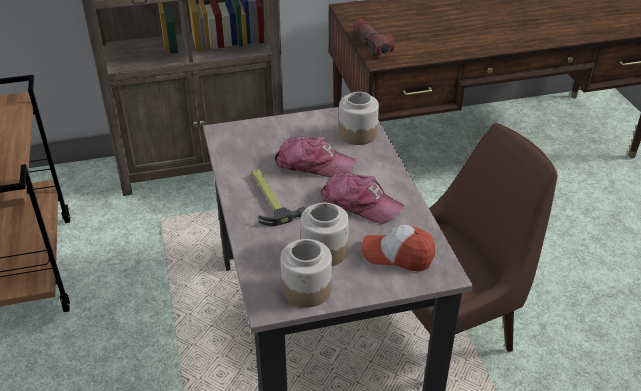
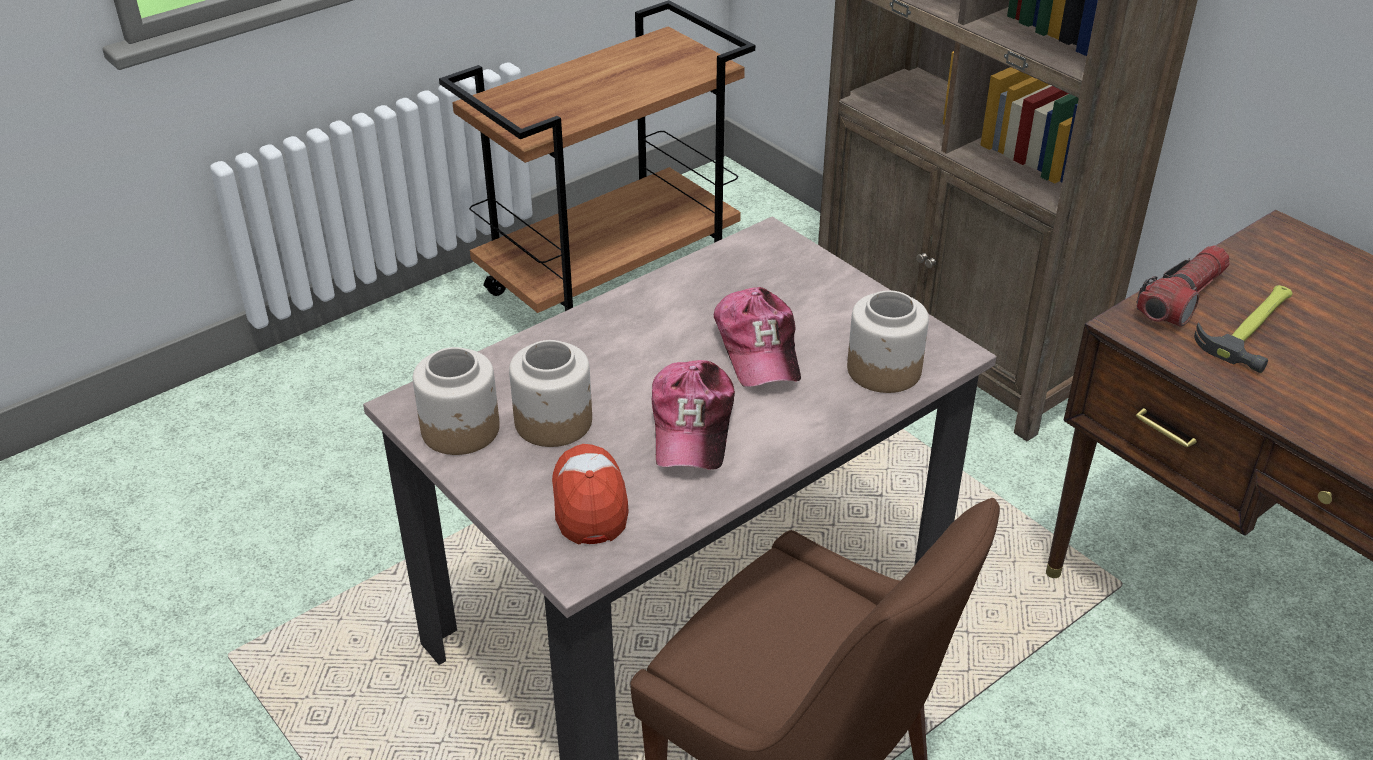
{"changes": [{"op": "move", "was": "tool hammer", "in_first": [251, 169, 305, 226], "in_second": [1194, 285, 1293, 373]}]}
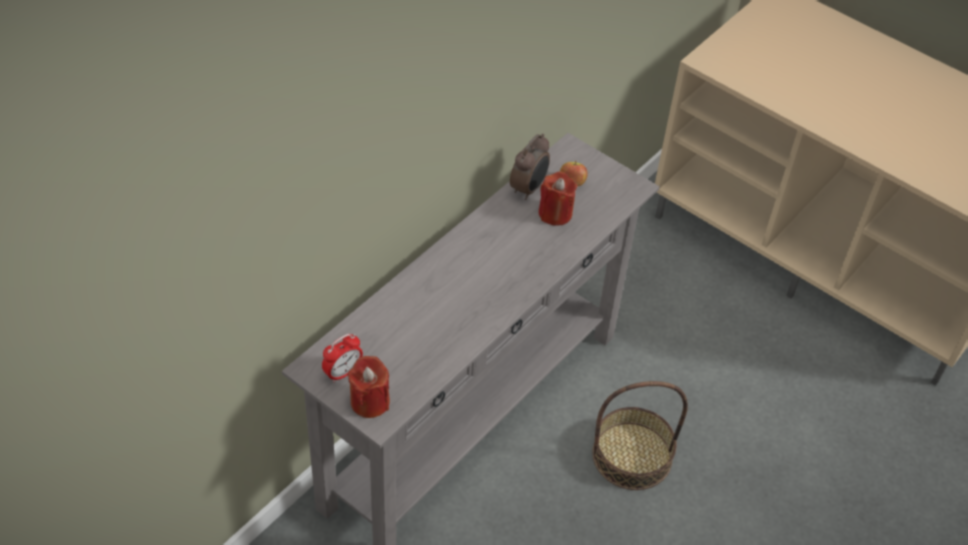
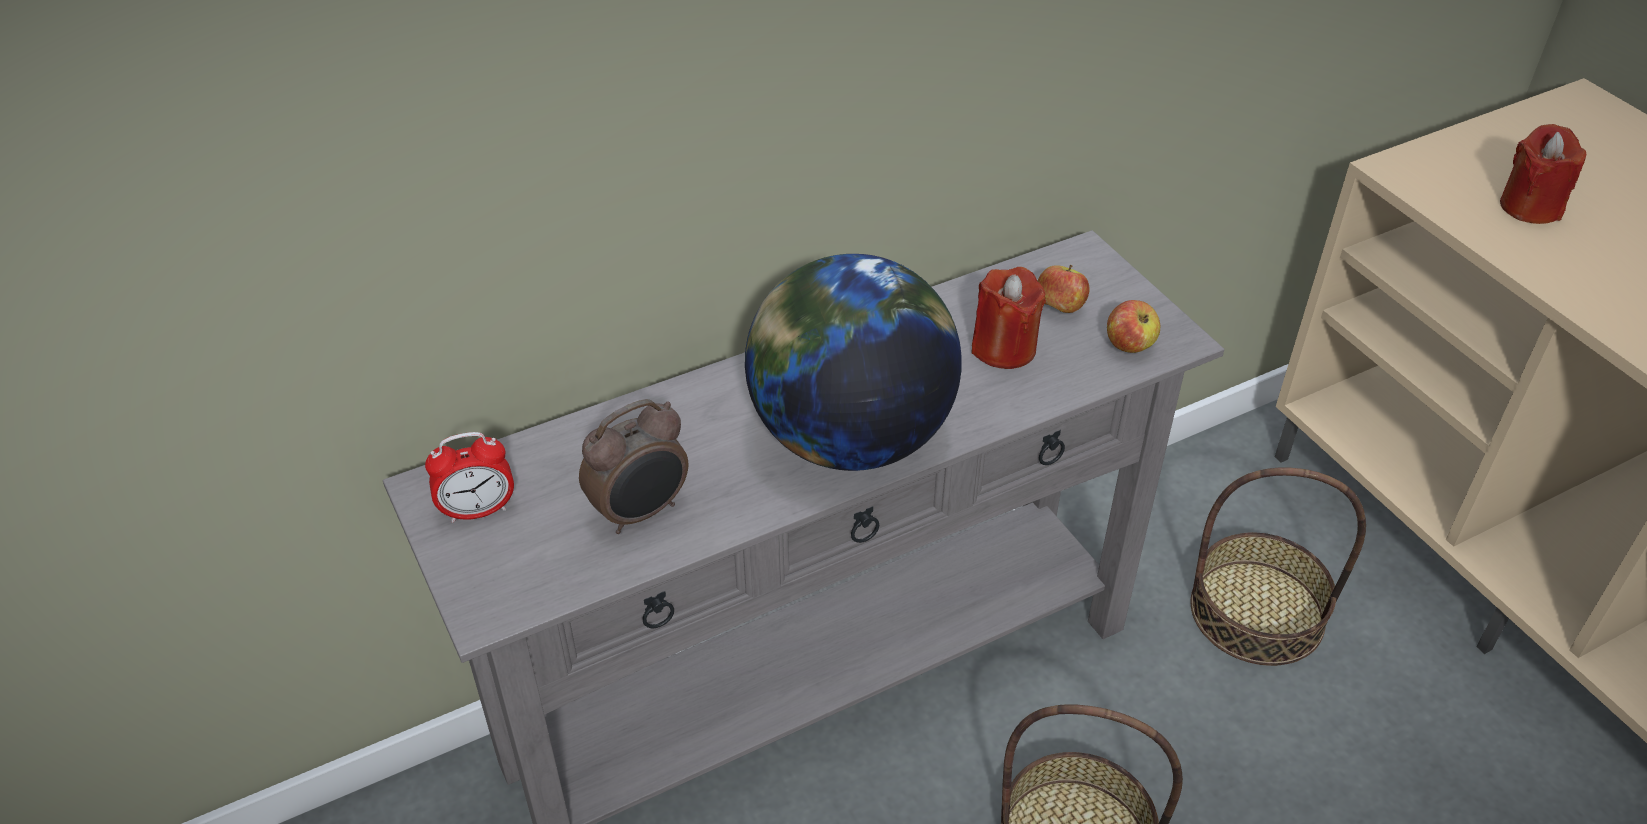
{"changes": [{"op": "move", "was": "red candle", "in_first": [348, 356, 390, 418], "in_second": [1500, 124, 1586, 224]}, {"op": "move", "was": "alarm clock", "in_first": [510, 134, 550, 200], "in_second": [579, 399, 688, 534]}, {"op": "insert", "now": "globe", "in_second": [745, 254, 962, 471]}, {"op": "insert", "now": "whole apple", "in_second": [1107, 300, 1160, 353]}, {"op": "insert", "now": "basket", "in_second": [1191, 468, 1366, 666]}]}
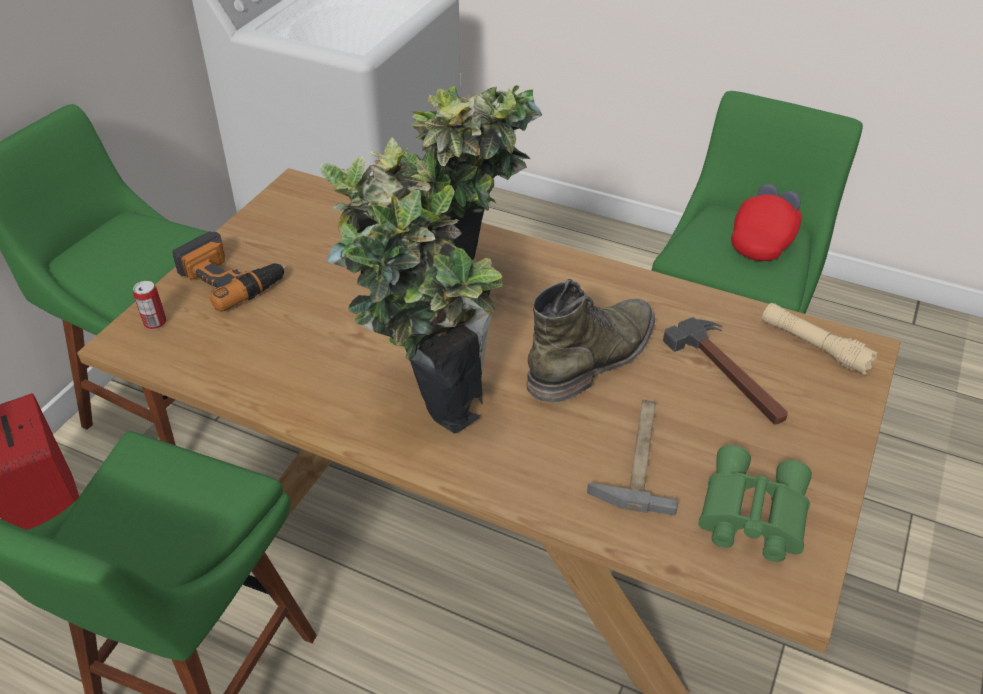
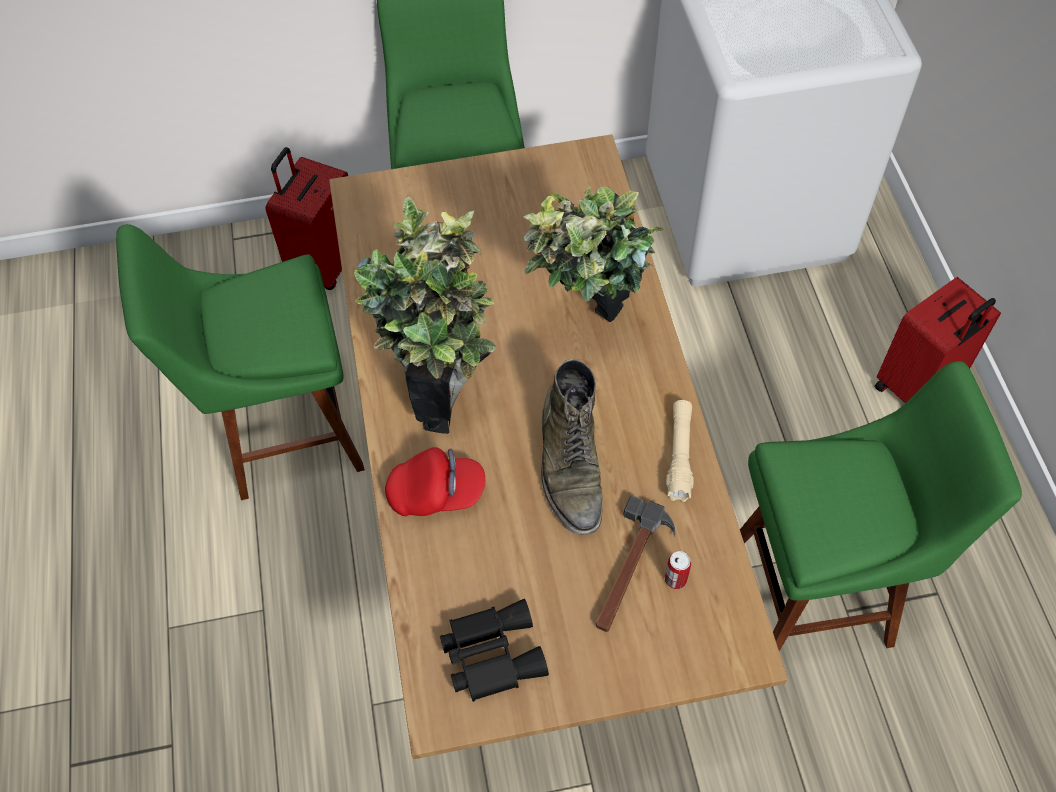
{"changes": [{"op": "move", "was": "metal can", "in_first": [133, 281, 166, 329], "in_second": [665, 551, 691, 589]}, {"op": "delete", "was": "drill", "in_first": [172, 231, 286, 312]}, {"op": "rotate", "was": "green boot", "in_first": [527, 279, 655, 402], "in_second": [541, 359, 603, 535], "clockwise": 75}, {"op": "delete", "was": "tool hammer", "in_first": [587, 400, 678, 515]}, {"op": "recolor", "was": "green field glasses", "now": "black field glasses", "in_first": [698, 445, 812, 562], "in_second": [440, 599, 549, 702]}, {"op": "move", "was": "red peaked cap", "in_first": [731, 184, 802, 261], "in_second": [385, 447, 485, 516]}, {"op": "move", "was": "sand-coloured flashlight", "in_first": [762, 303, 877, 375], "in_second": [666, 400, 694, 502]}, {"op": "insert", "now": "red suitcase", "in_second": [875, 277, 1001, 403]}]}
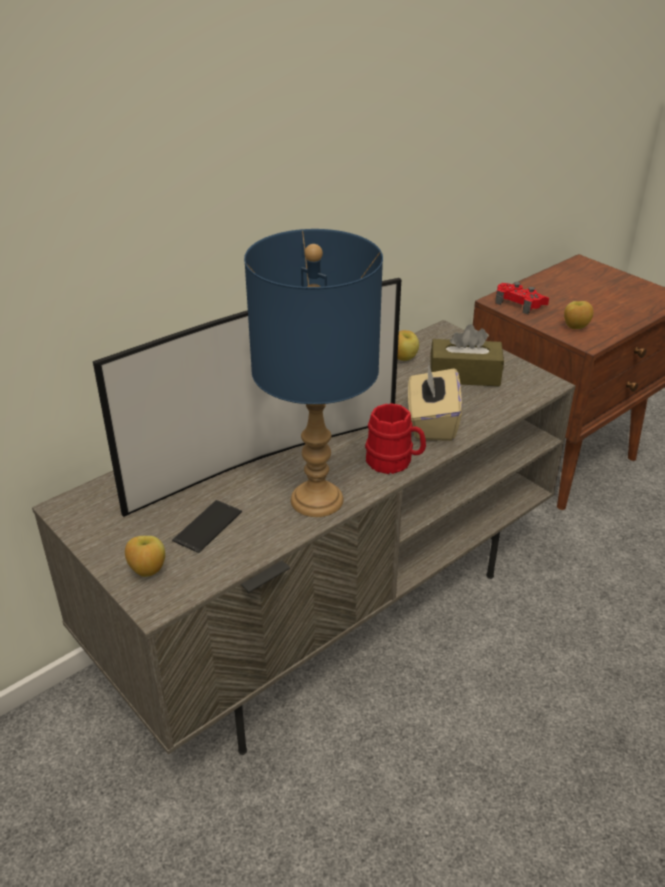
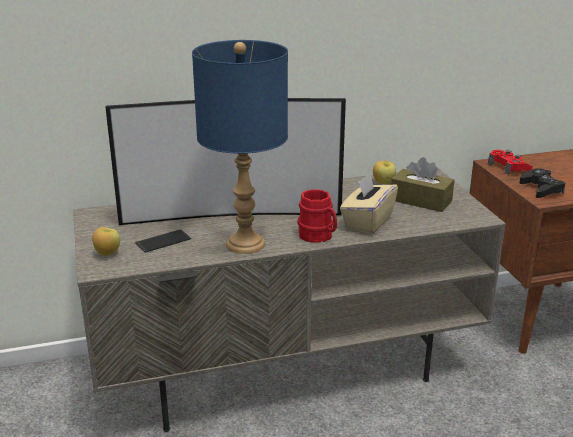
{"changes": [{"op": "replace", "was": "whole apple", "now": "black gamepad", "in_first": [564, 301, 593, 329], "in_second": [519, 168, 565, 198]}]}
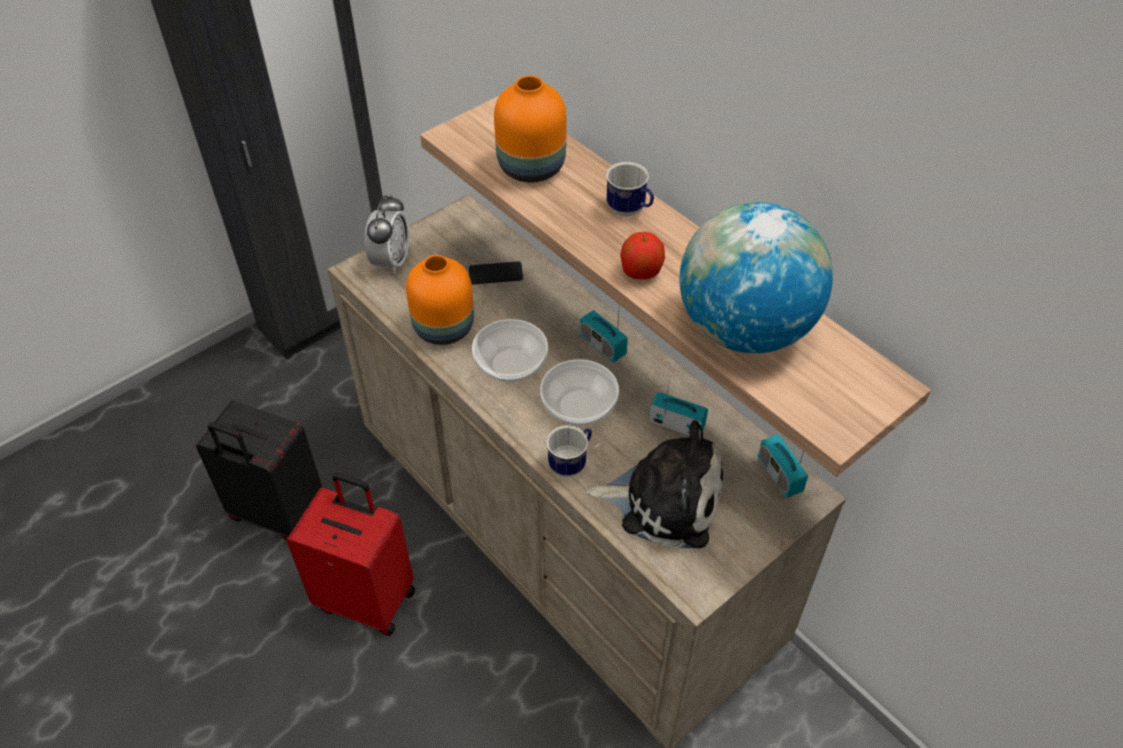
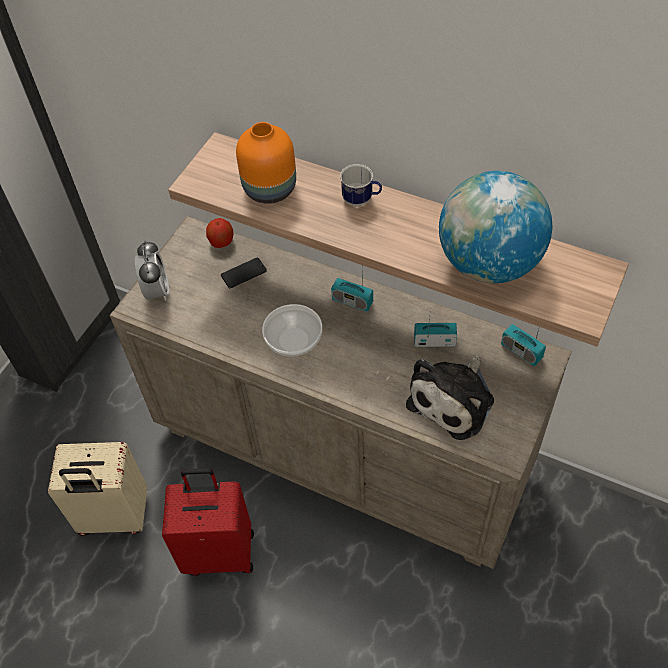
{"changes": [{"op": "recolor", "was": "black suitcase", "now": "sand-coloured suitcase", "in_first": [196, 401, 322, 540], "in_second": [48, 442, 148, 536]}, {"op": "delete", "was": "orangey decorative vase", "in_first": [406, 255, 474, 345]}, {"op": "delete", "was": "deep dish", "in_first": [540, 359, 619, 425]}, {"op": "delete", "was": "coffee mug", "in_first": [546, 425, 592, 477]}, {"op": "rotate", "was": "plush toy", "in_first": [586, 420, 723, 548], "in_second": [406, 355, 494, 440], "clockwise": 135}, {"op": "move", "was": "whole apple", "in_first": [620, 232, 665, 279], "in_second": [206, 218, 233, 248]}]}
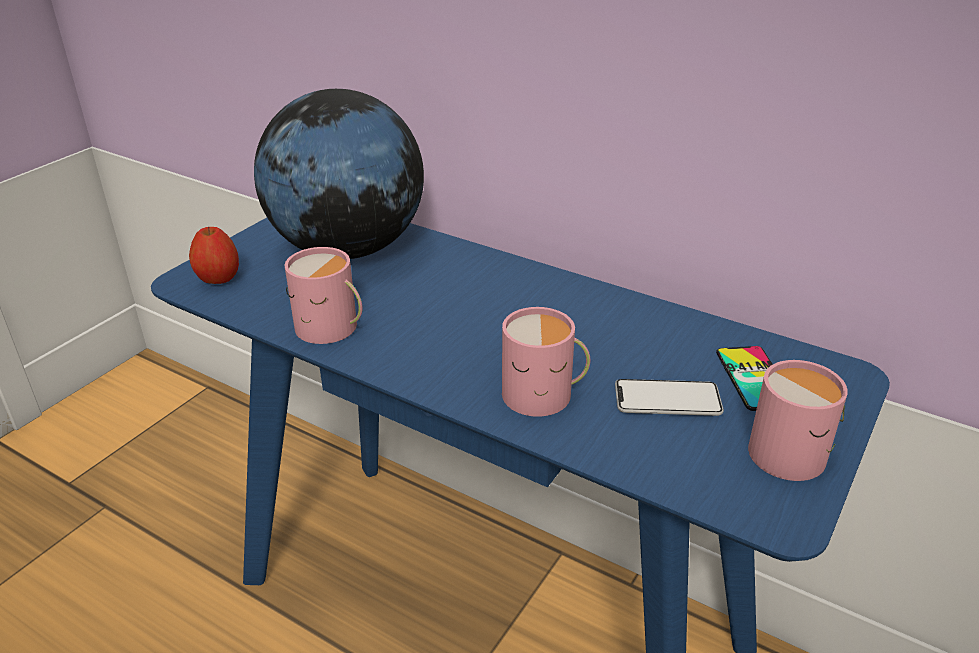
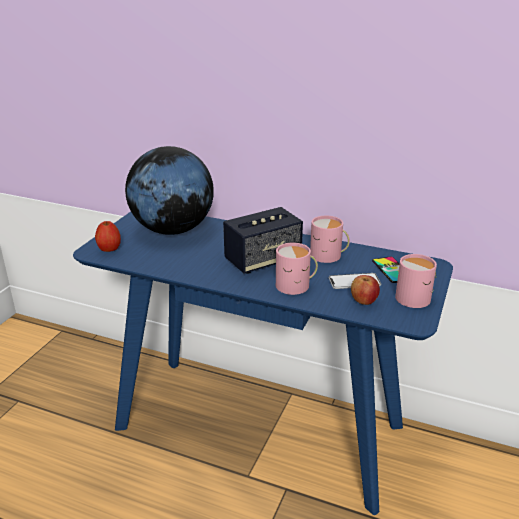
{"changes": [{"op": "move", "was": "pink coffee mug", "in_first": [285, 247, 363, 344], "in_second": [310, 216, 350, 263]}, {"op": "insert", "now": "audio speaker", "in_second": [223, 207, 303, 274]}, {"op": "insert", "now": "whole apple", "in_second": [351, 275, 380, 305]}]}
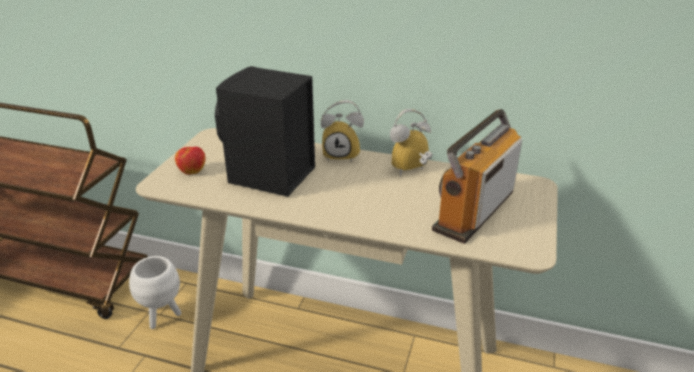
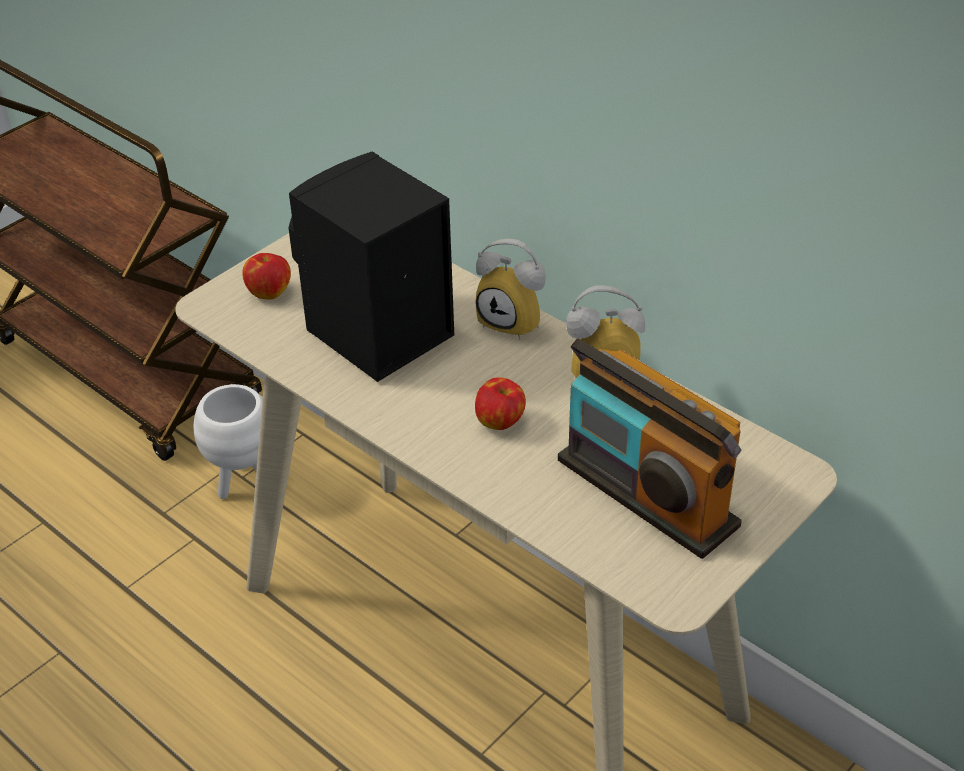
{"changes": [{"op": "rotate", "was": "radio receiver", "in_first": [432, 109, 522, 244], "in_second": [558, 338, 742, 559], "clockwise": -105}, {"op": "insert", "now": "whole apple", "in_second": [475, 377, 526, 430]}]}
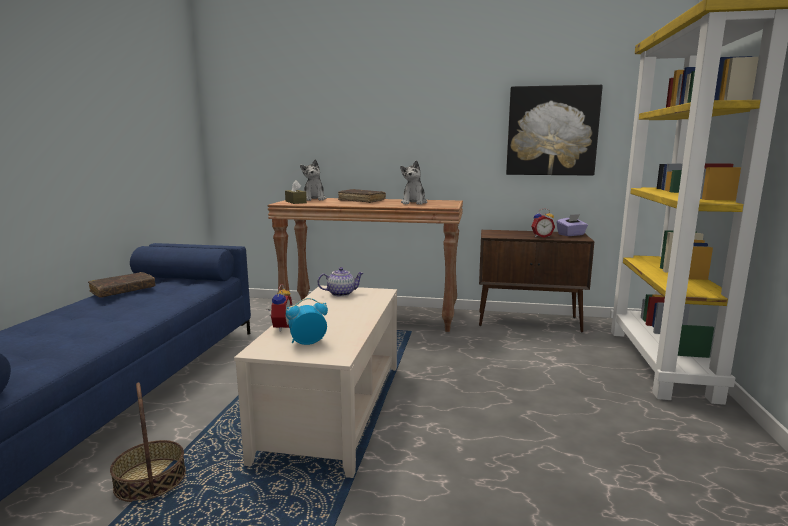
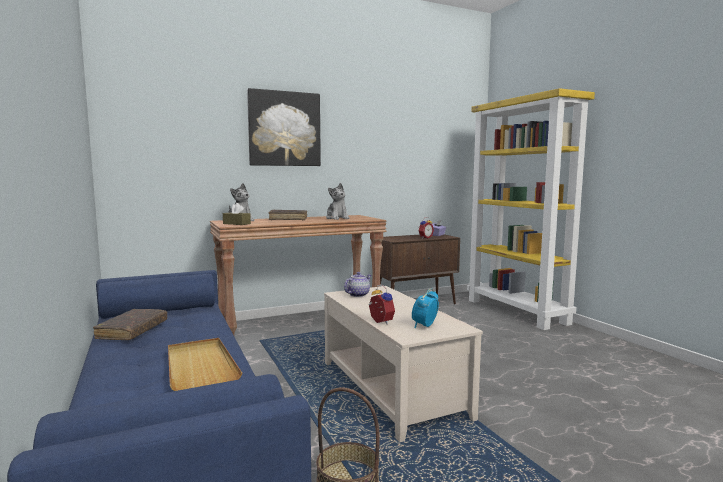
{"changes": [{"op": "move", "was": "picture", "in_first": [506, 85, 603, 176], "in_second": [247, 88, 321, 166]}, {"op": "insert", "now": "sand-coloured tray", "in_second": [168, 338, 242, 391]}]}
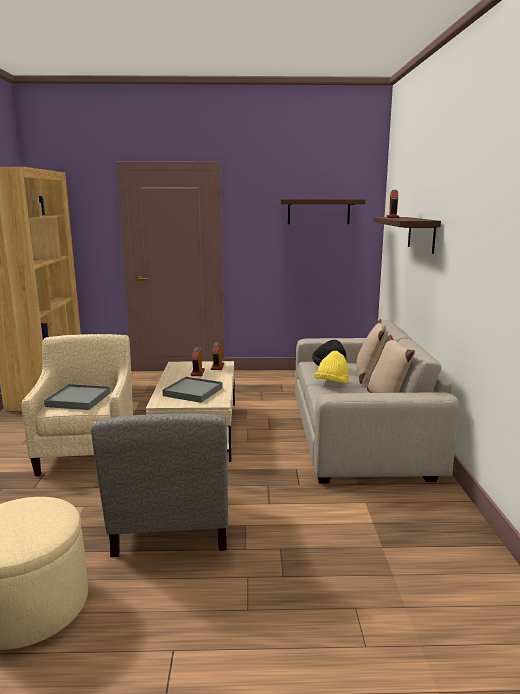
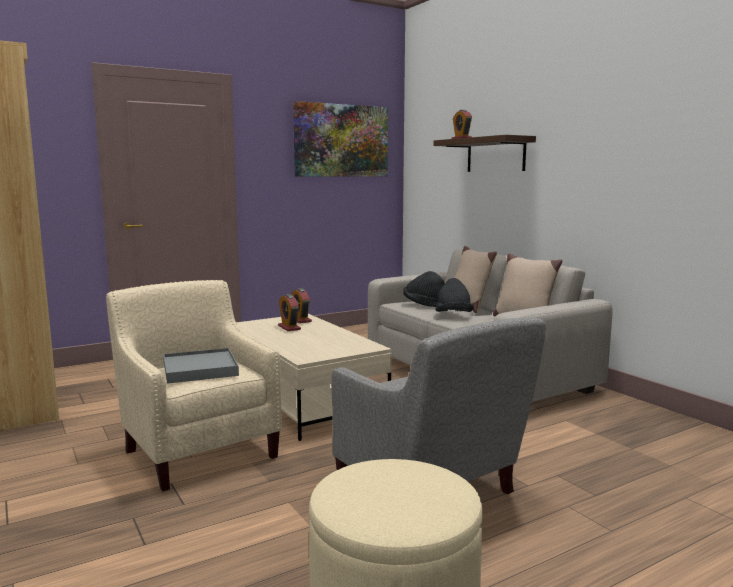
{"changes": [{"op": "delete", "was": "greyish tray", "in_first": [162, 377, 222, 403]}, {"op": "replace", "was": "shelf", "now": "picture", "in_first": [279, 199, 366, 224], "in_second": [293, 101, 388, 177]}, {"op": "recolor", "was": "yellow-coloured hat", "now": "black hat", "in_first": [314, 351, 349, 383], "in_second": [435, 278, 474, 312]}]}
